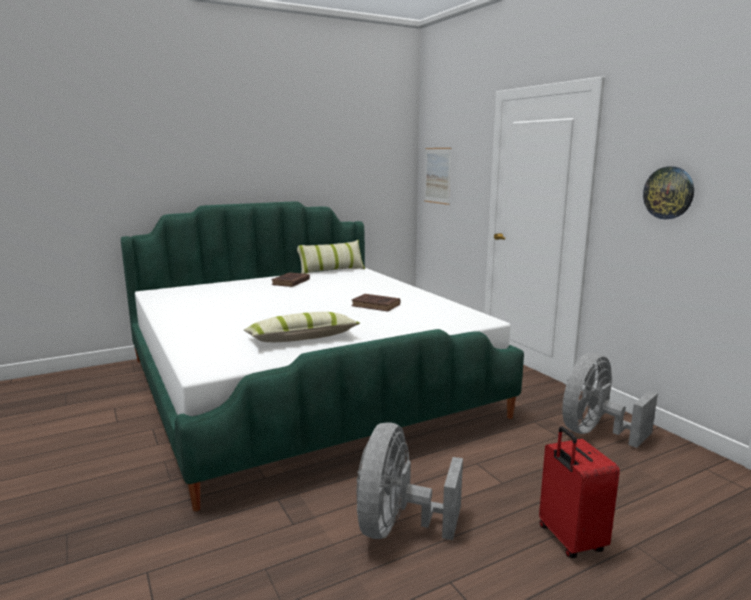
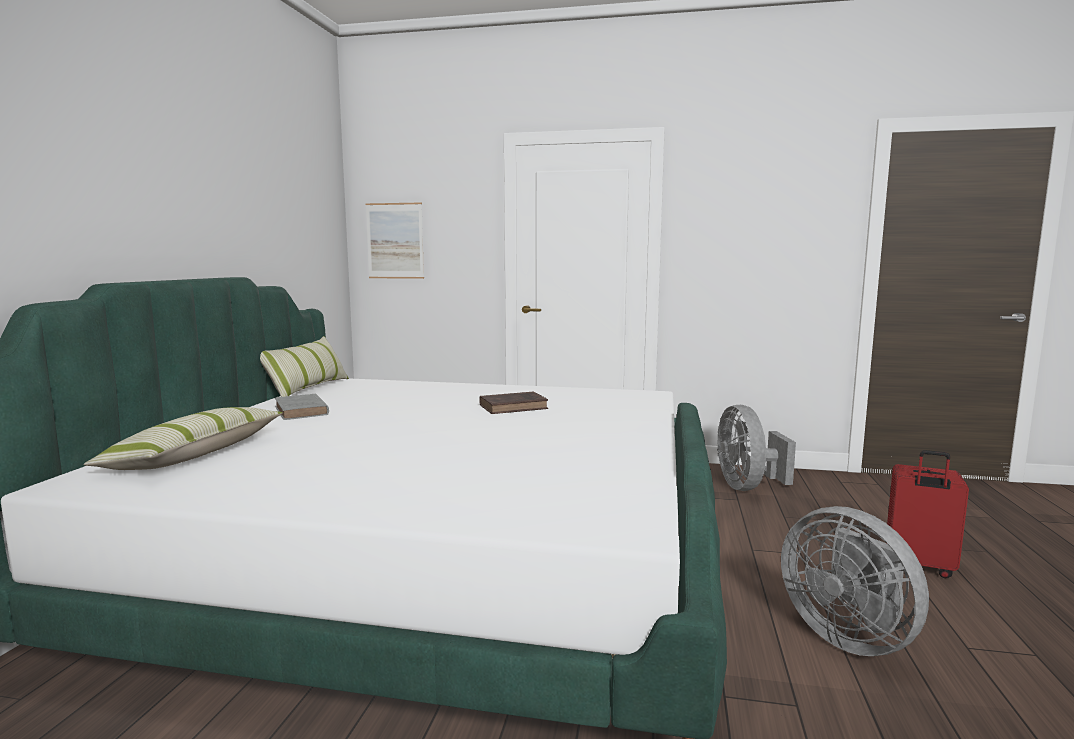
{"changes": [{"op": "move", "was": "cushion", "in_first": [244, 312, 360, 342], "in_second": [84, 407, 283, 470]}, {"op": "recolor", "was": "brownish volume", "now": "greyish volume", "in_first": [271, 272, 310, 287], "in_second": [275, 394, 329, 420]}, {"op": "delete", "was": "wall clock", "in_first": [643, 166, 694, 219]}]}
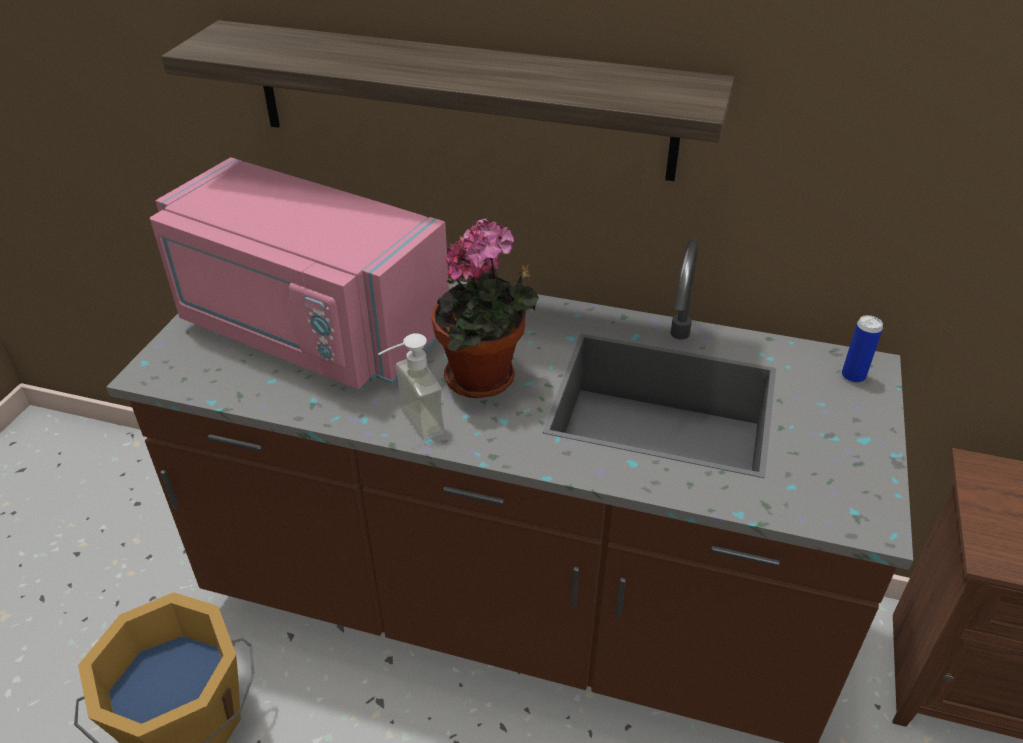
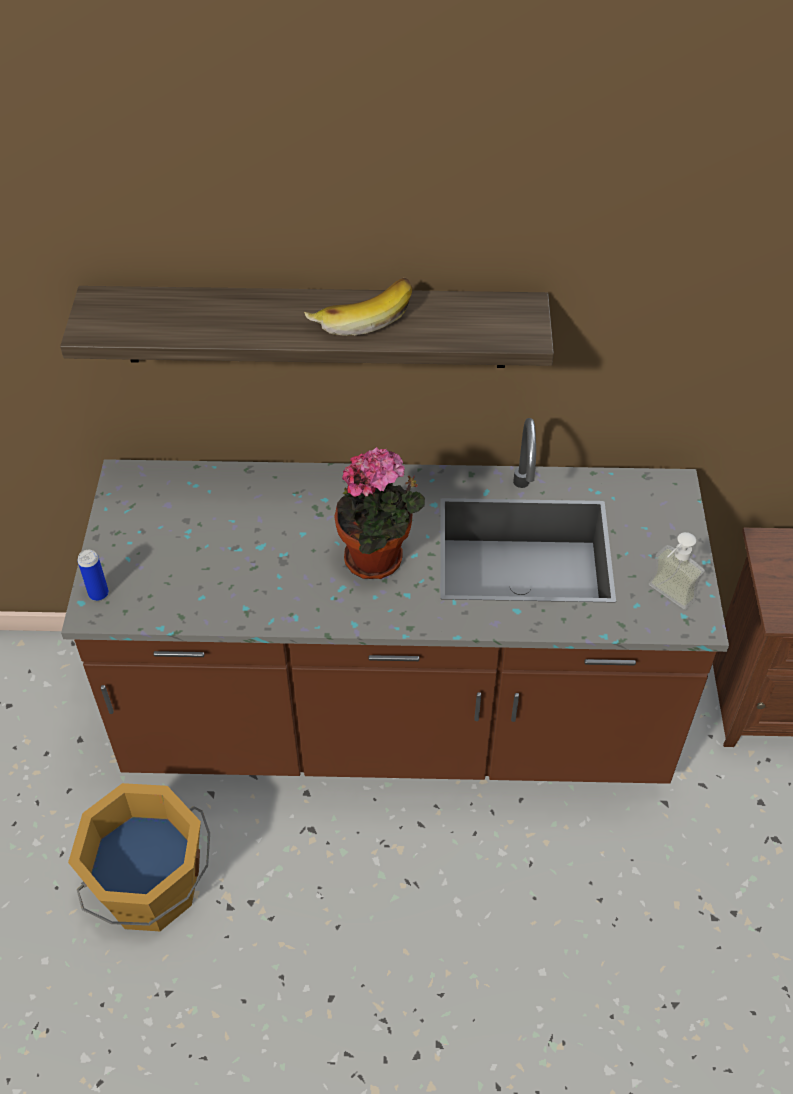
{"changes": [{"op": "delete", "was": "pink kitchen microwave", "in_first": [150, 157, 449, 389]}, {"op": "move", "was": "liquid soap bottle", "in_first": [378, 333, 444, 441], "in_second": [648, 532, 705, 610]}, {"op": "move", "was": "metal can", "in_first": [842, 315, 883, 383], "in_second": [77, 550, 109, 601]}, {"op": "insert", "now": "whole banana", "in_second": [304, 277, 412, 336]}]}
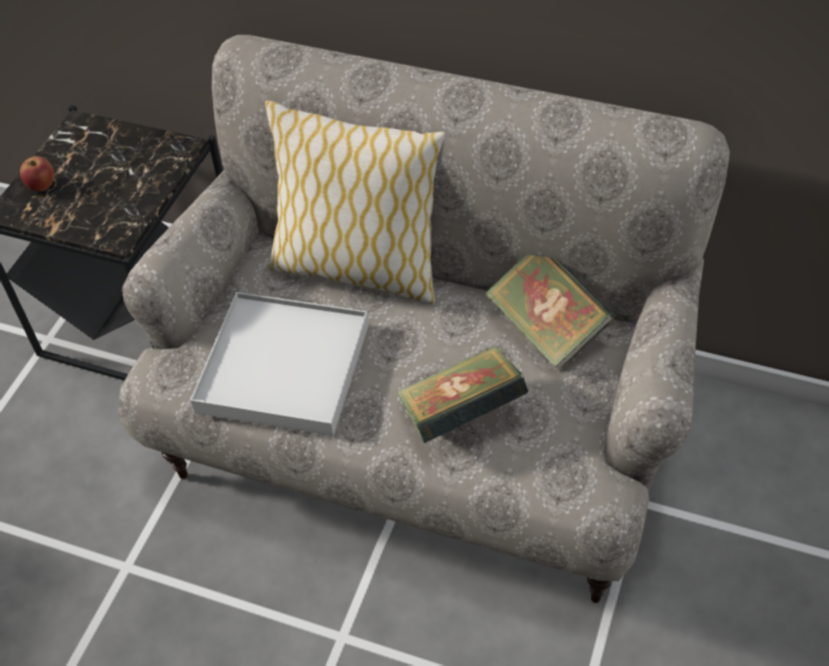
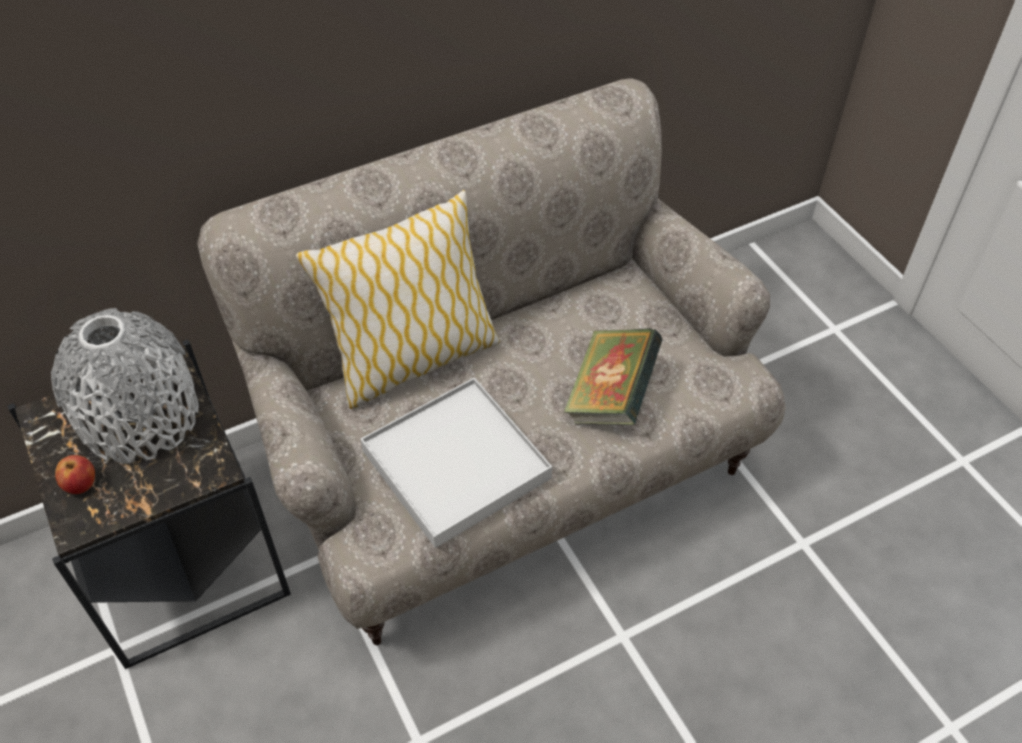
{"changes": [{"op": "delete", "was": "volume", "in_first": [484, 255, 615, 371]}, {"op": "insert", "now": "greyish decorative vase", "in_second": [51, 308, 198, 464]}]}
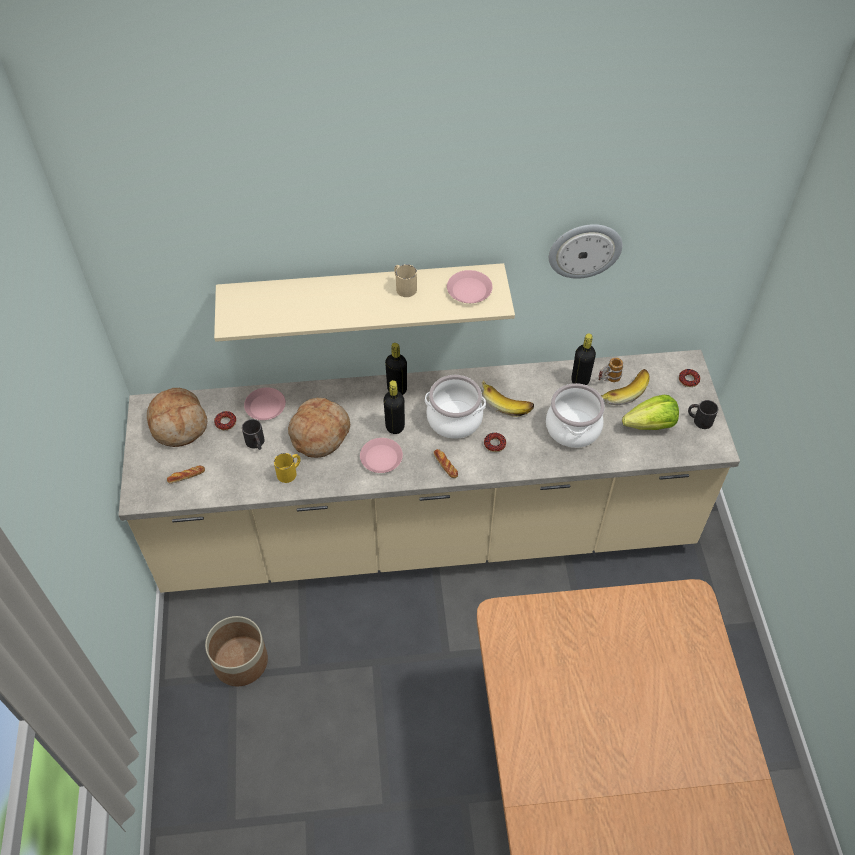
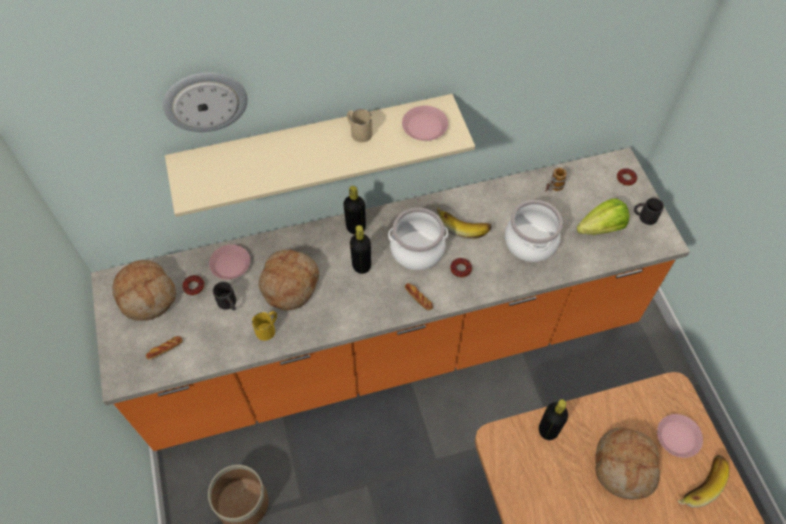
{"changes": [{"op": "recolor", "was": "sand-coloured counter", "now": "orangey counter", "in_first": [119, 350, 740, 593], "in_second": [91, 148, 690, 451]}, {"op": "move", "was": "pink dinner plate", "in_first": [360, 438, 403, 473], "in_second": [657, 414, 703, 458]}, {"op": "move", "was": "wall clock", "in_first": [549, 224, 623, 279], "in_second": [163, 72, 248, 132]}, {"op": "move", "was": "black beverage bottle", "in_first": [571, 334, 596, 385], "in_second": [539, 399, 568, 440]}, {"op": "move", "was": "whole banana", "in_first": [601, 369, 650, 405], "in_second": [677, 455, 729, 508]}, {"op": "insert", "now": "baked bread", "in_second": [595, 428, 660, 500]}]}
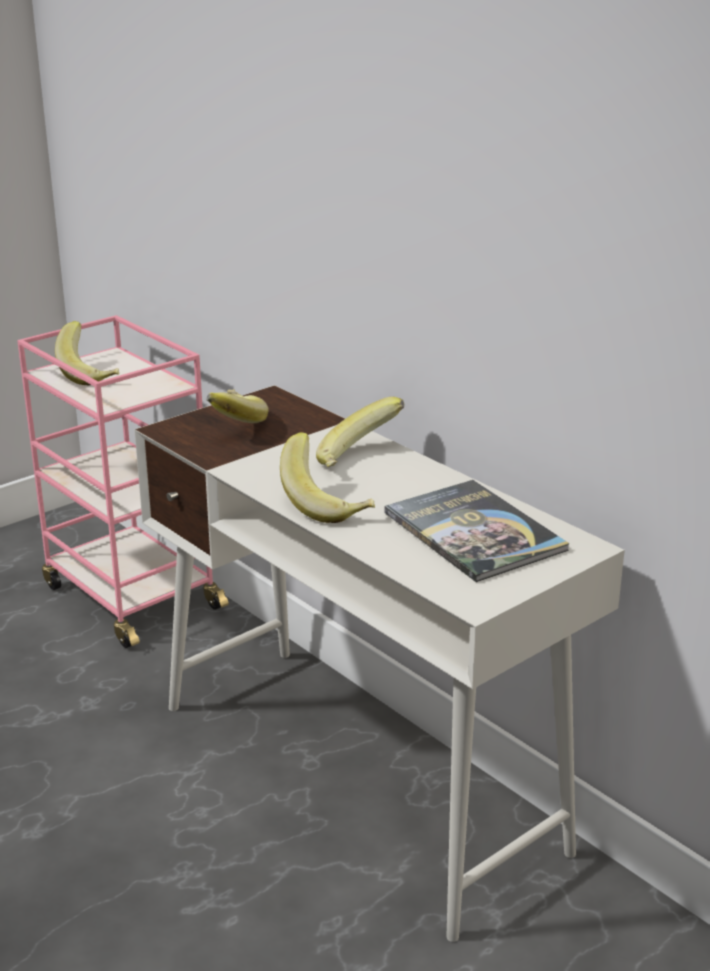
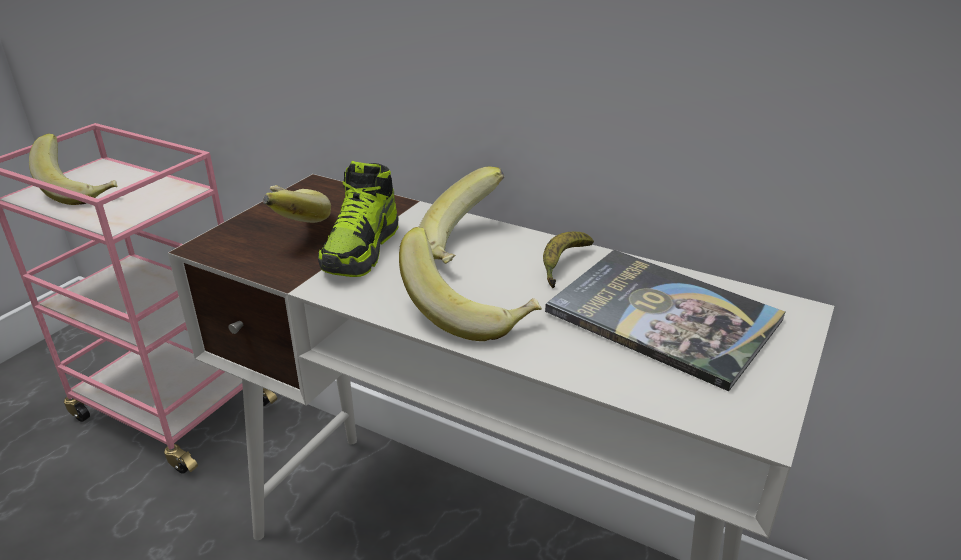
{"changes": [{"op": "insert", "now": "low shoe", "in_second": [318, 161, 398, 277]}, {"op": "insert", "now": "whole banana", "in_second": [543, 232, 594, 288]}]}
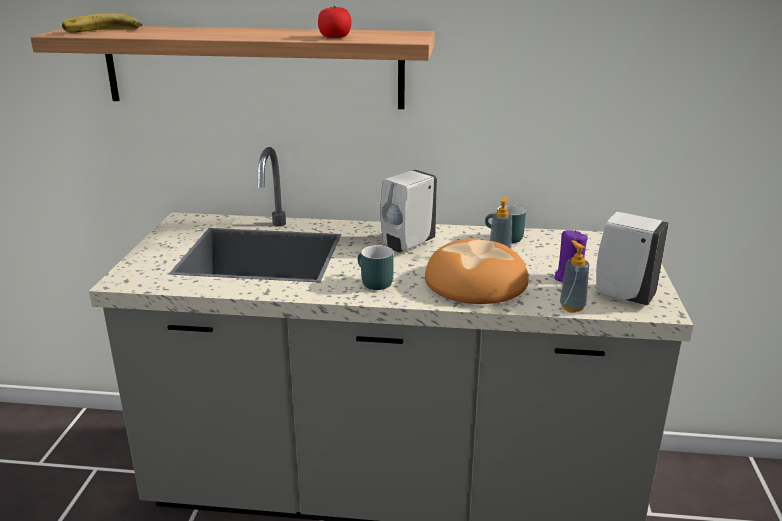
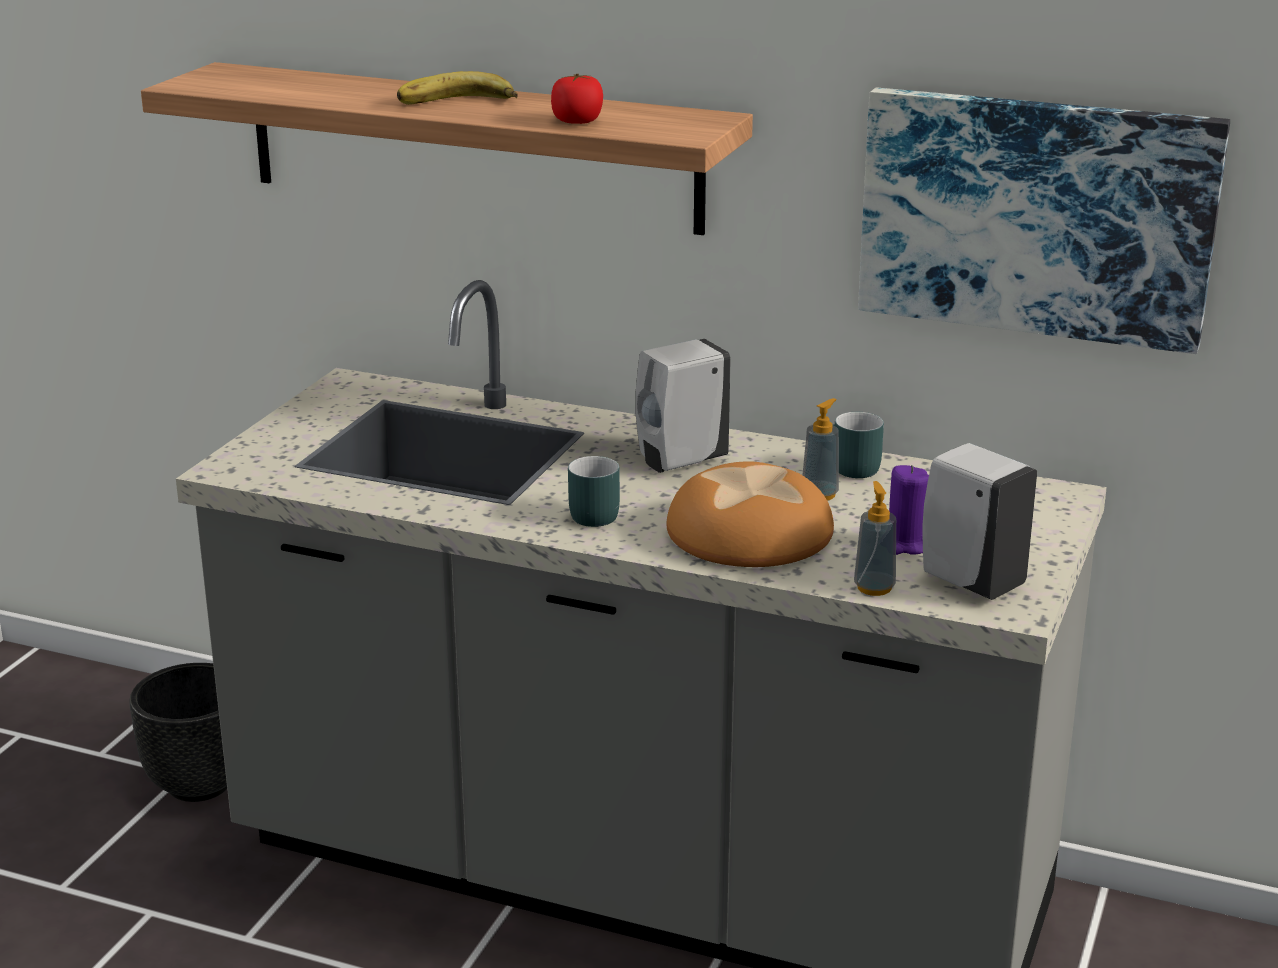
{"changes": [{"op": "move", "was": "whole banana", "in_first": [62, 13, 142, 33], "in_second": [397, 71, 518, 105]}, {"op": "insert", "now": "black planter", "in_second": [129, 663, 227, 802]}, {"op": "insert", "now": "picture", "in_second": [858, 87, 1230, 354]}]}
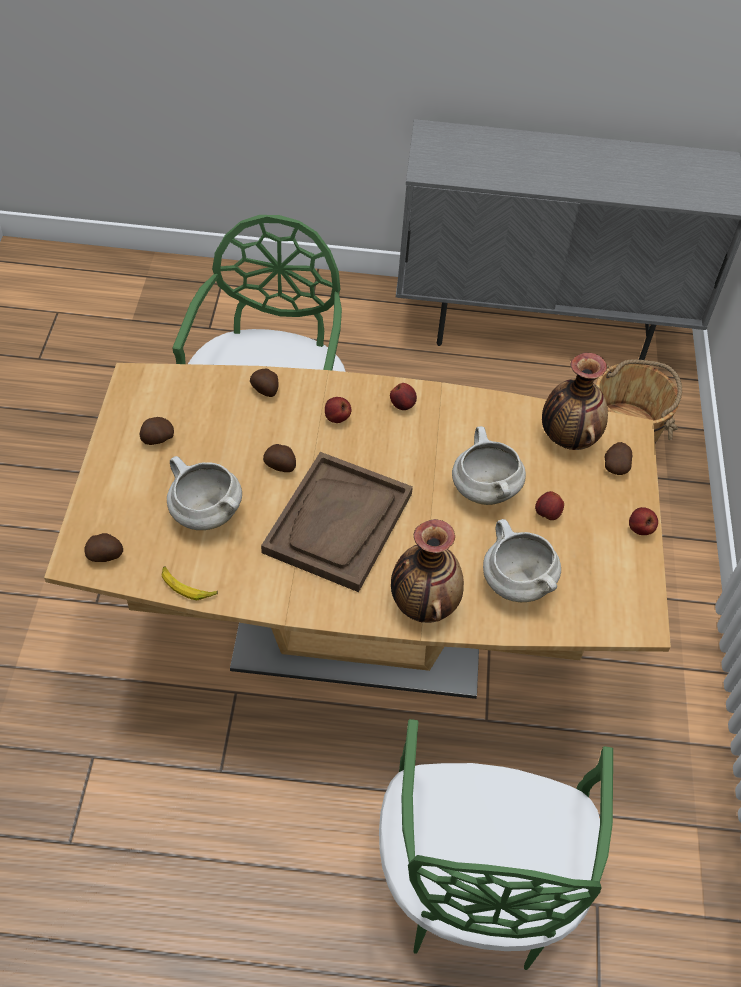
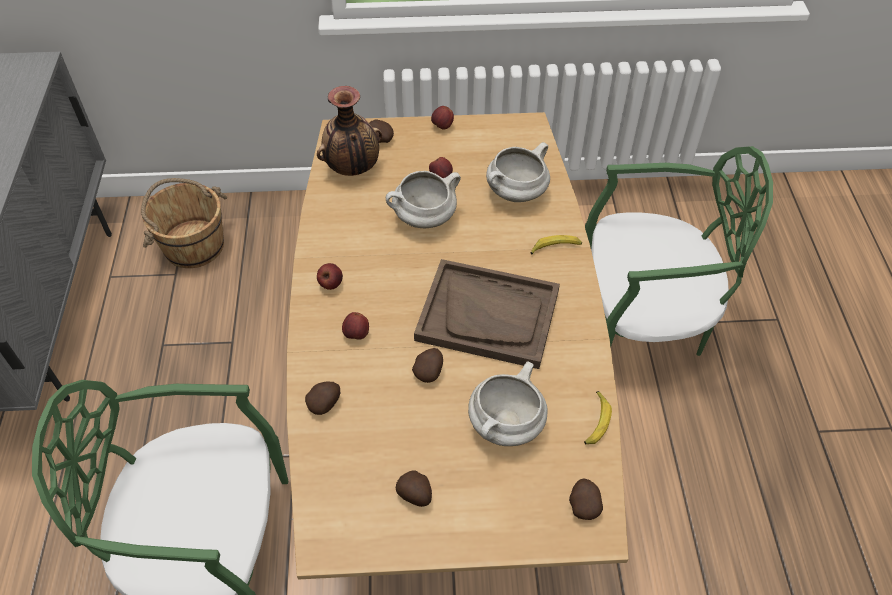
{"changes": [{"op": "replace", "was": "decorative vase", "now": "whole banana", "in_first": [391, 519, 464, 623], "in_second": [530, 235, 582, 255]}]}
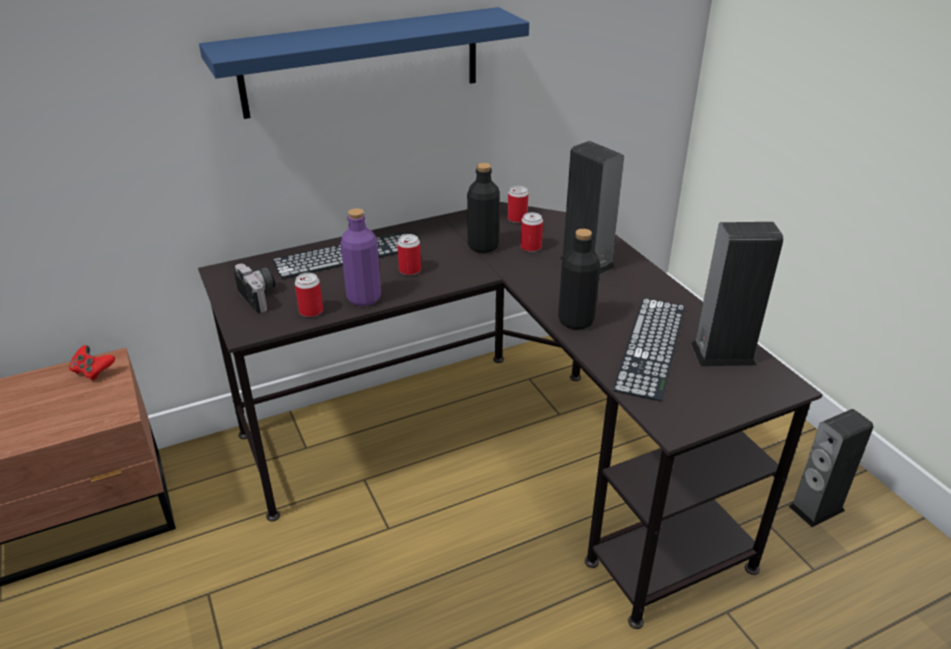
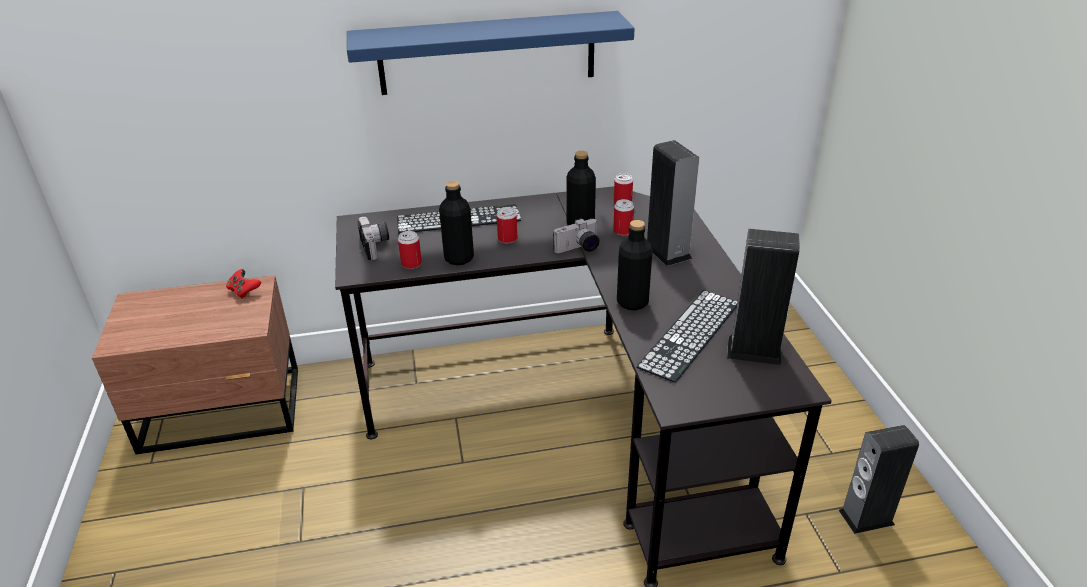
{"changes": [{"op": "recolor", "was": "purplish beverage bottle", "now": "black beverage bottle", "in_first": [340, 208, 381, 306], "in_second": [439, 181, 474, 265]}, {"op": "insert", "now": "photo camera", "in_second": [553, 218, 600, 253]}]}
